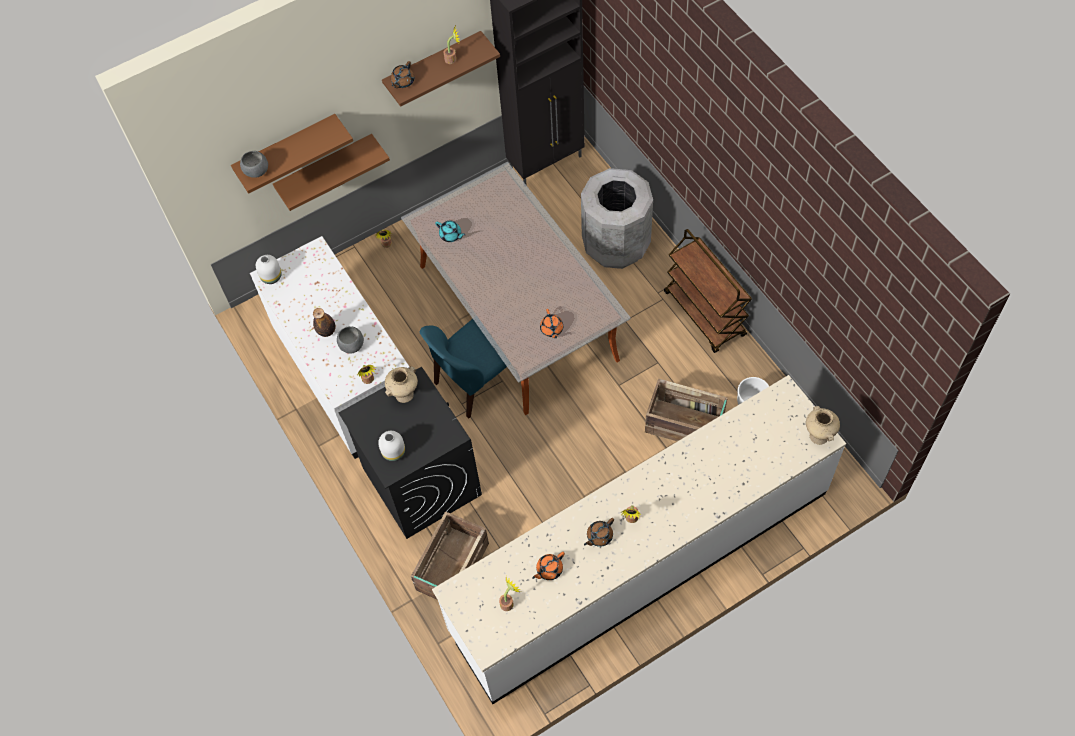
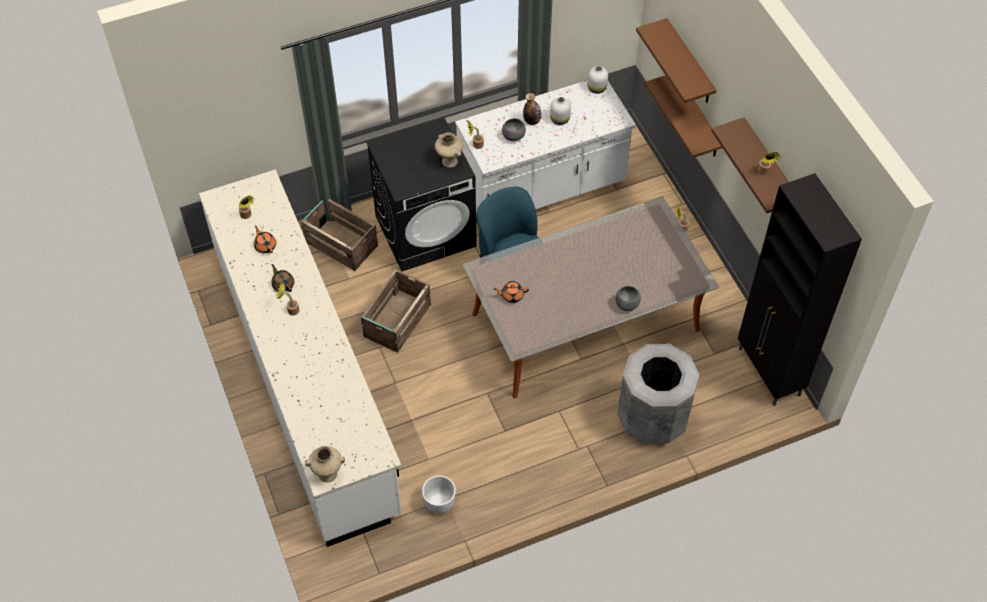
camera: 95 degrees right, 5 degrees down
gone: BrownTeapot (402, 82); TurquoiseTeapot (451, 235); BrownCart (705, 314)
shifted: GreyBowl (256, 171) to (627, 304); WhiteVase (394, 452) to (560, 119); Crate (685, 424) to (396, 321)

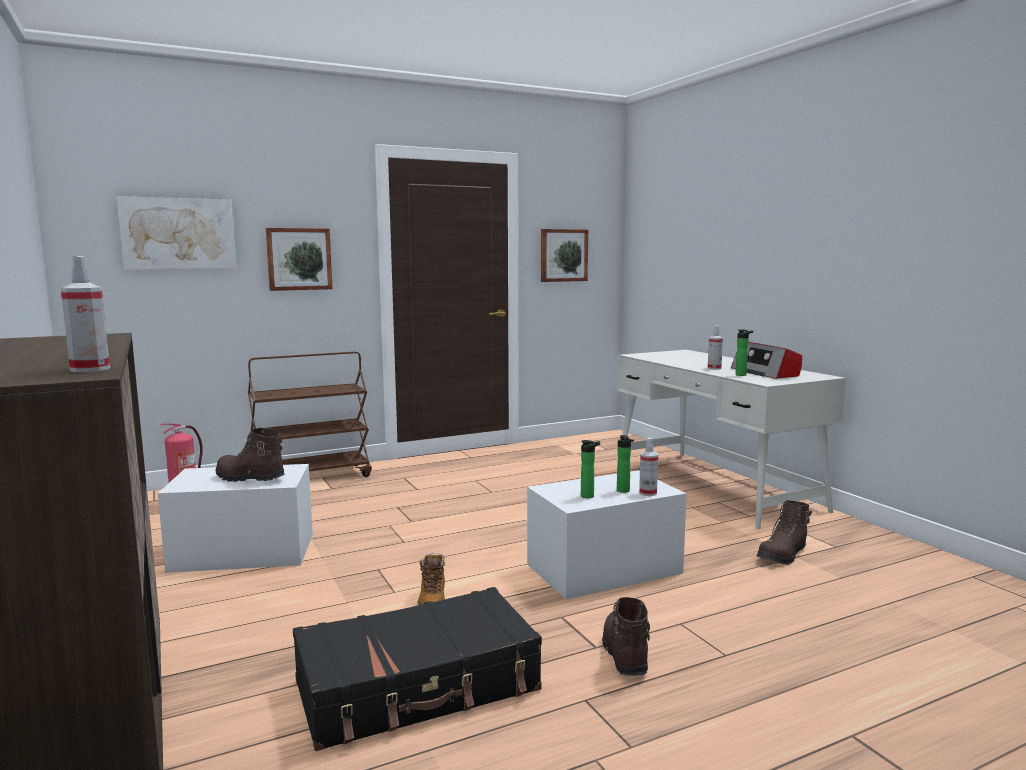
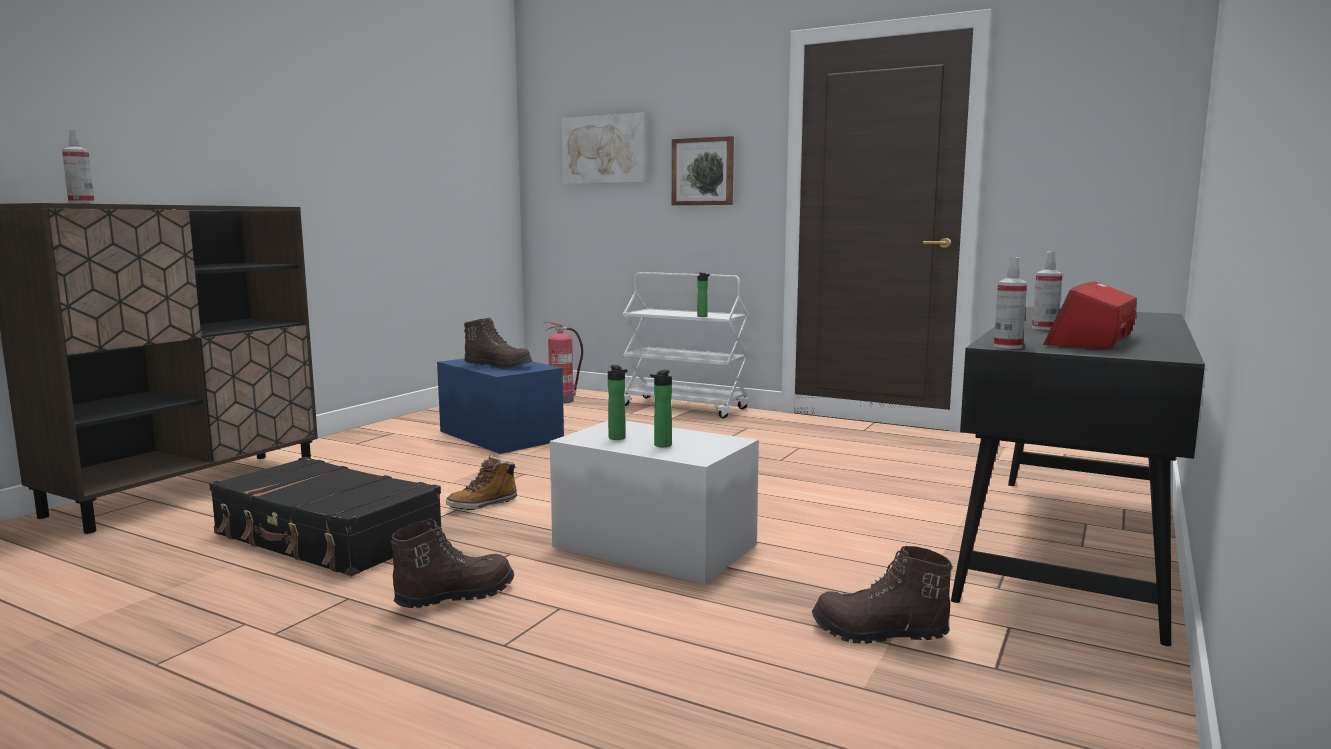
camera: 55 degrees right, 0 degrees up
gone: Picture (563, 255)
shifted: SprayBottle (648, 493) to (1007, 346); Bottle (742, 375) to (703, 316)
repainted: WhiteStorageBox (243, 552) to BlueStorageBox (500, 435); BrownCart (312, 477) to WhiteCart (685, 407); WhiteDesk (714, 486) to BlackDesk (1069, 546)
rotated: BrownBoot (249, 478) = (498, 366) 120 degrees clockwise

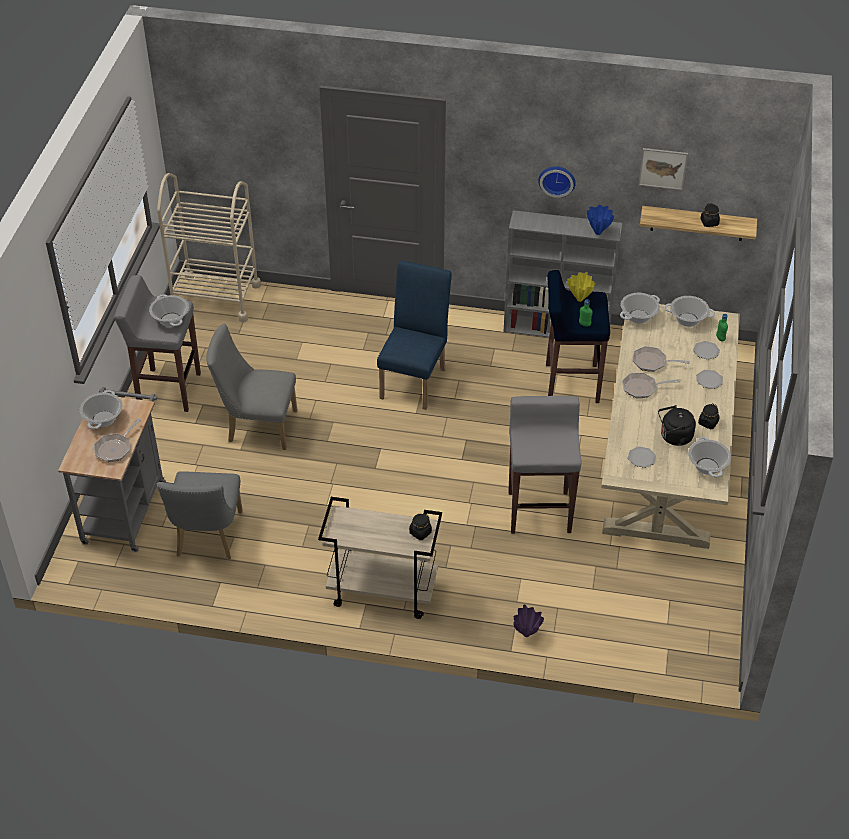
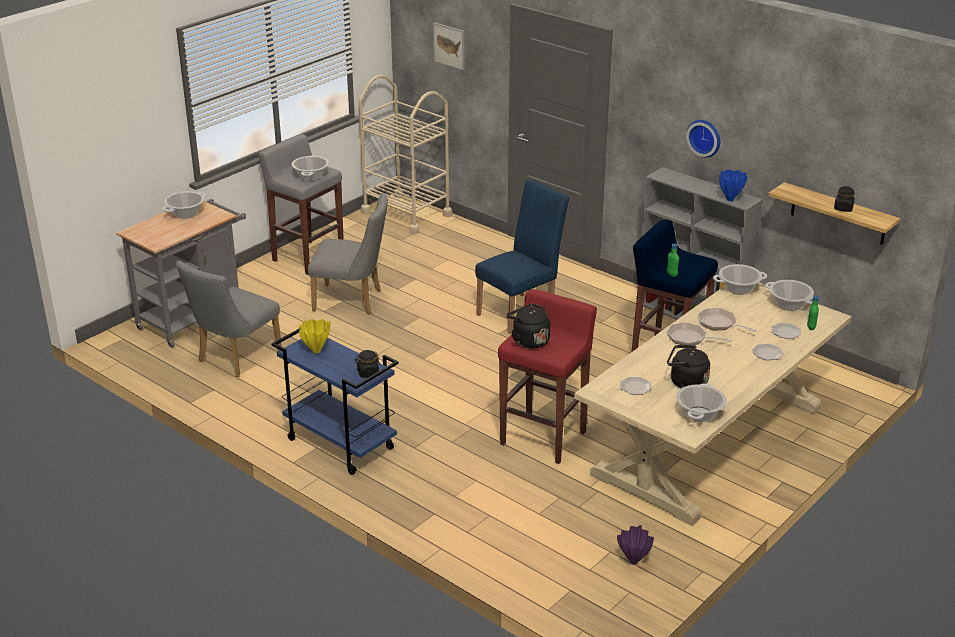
camera: 30 degrees right, 15 degrees down
gone: FryingPan (115, 448); BlackJar (708, 423)
new: BlackKettle (528, 340)
shifted: PurpleVase (526, 635) to (633, 562); YellowVase (579, 300) to (315, 351); Picture (663, 168) to (449, 46)
repainted: BeigeCart (381, 592) to BlueCart (339, 444); GreyStool (539, 511) to RedStool (544, 438)
rotated: GreyChair (257, 426) = (353, 300) 150 degrees clockwise

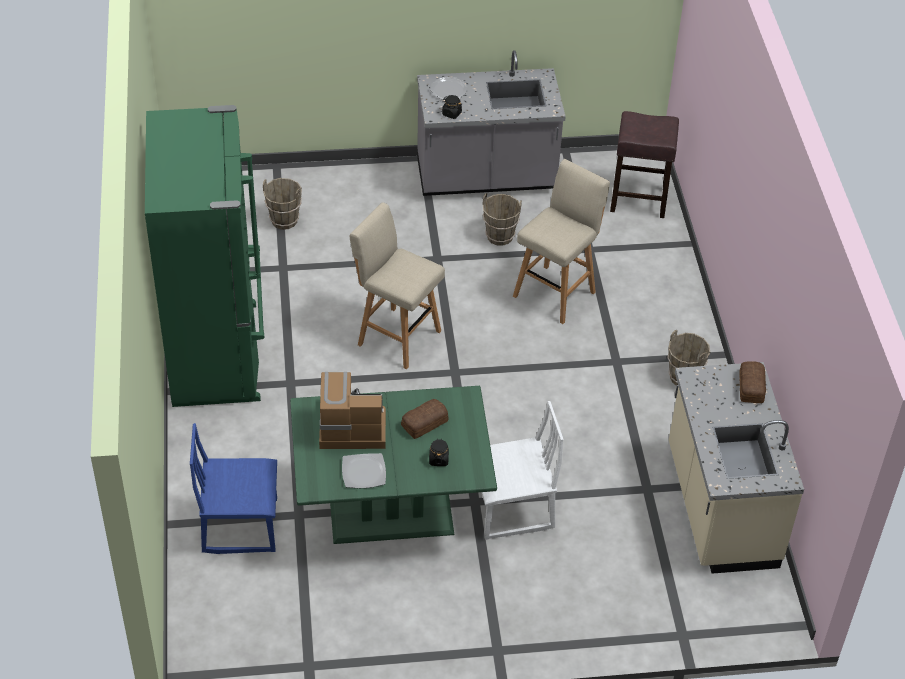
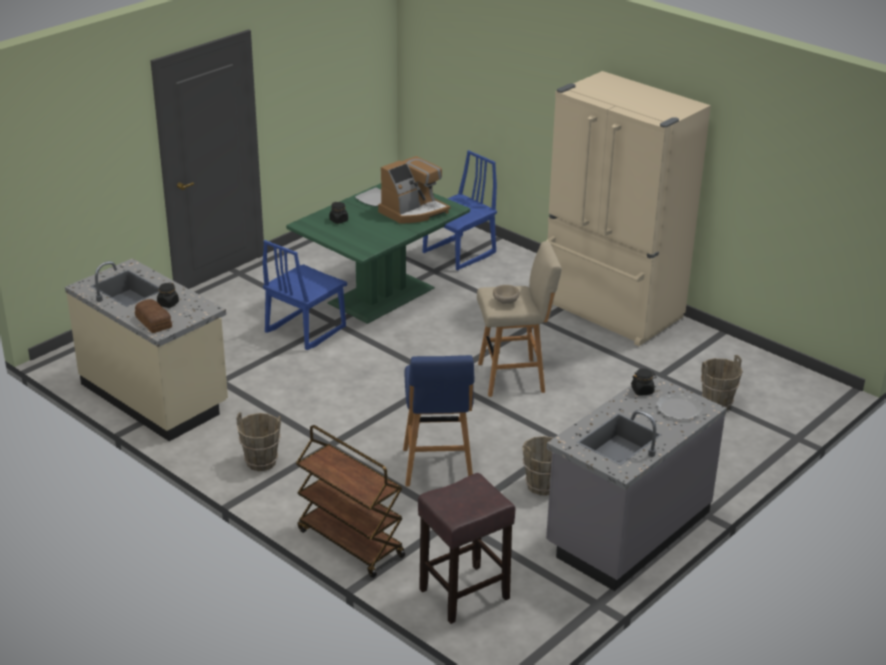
camera: 140 degrees right, 15 degrees down
gone: Bread (423, 423)
new: BlackJar (168, 304); BrownCart (349, 543); BeigeBowl (505, 302)
repainted: GreenFridge (218, 353) to BeigeFridge (611, 312); WhiteChair (512, 509) to BlueChair (305, 330); BeigeStool (556, 292) to BlueStool (437, 468)

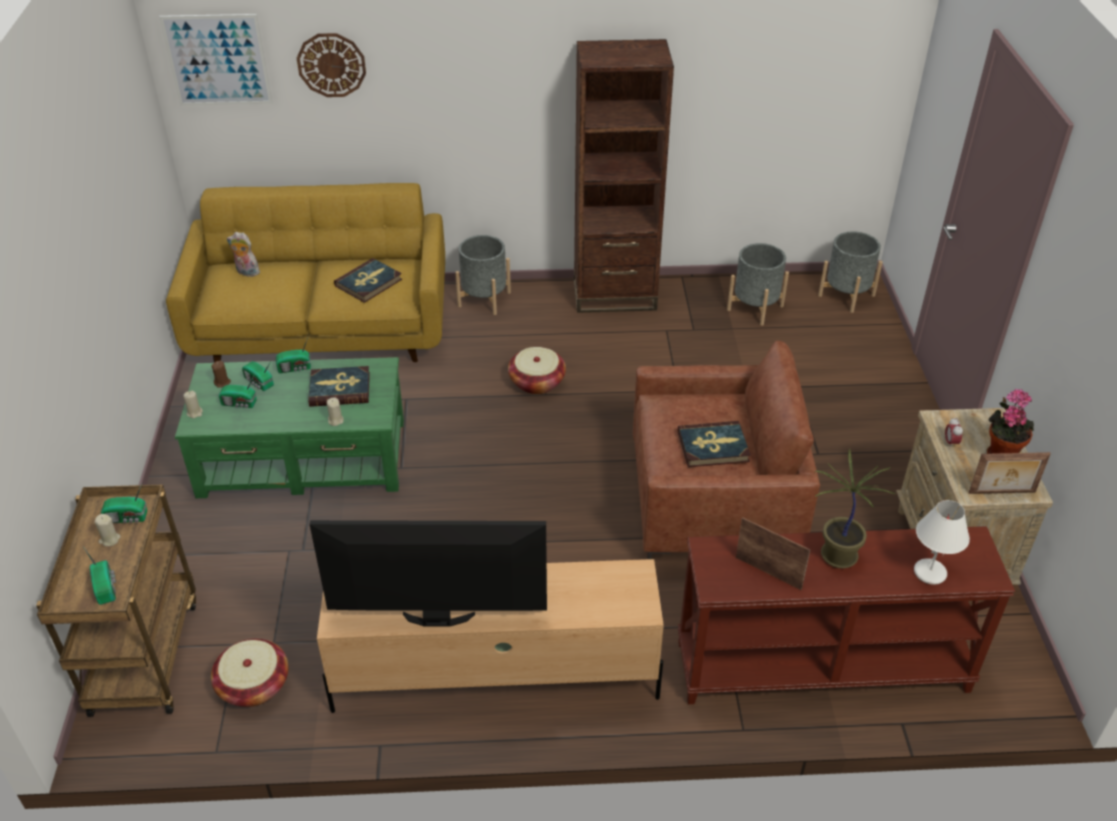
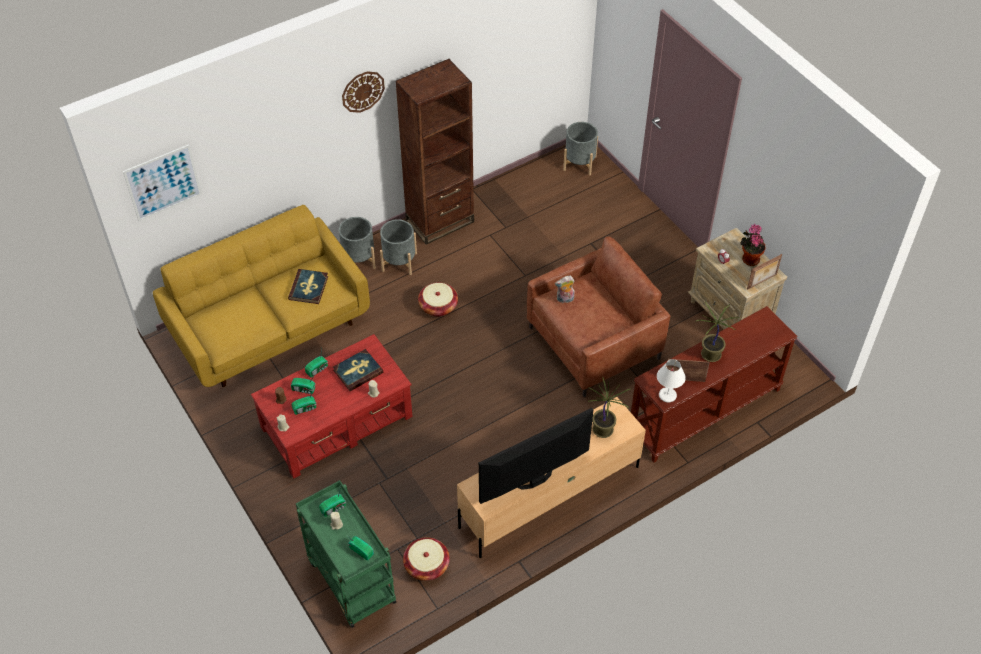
camera: 30 degrees left, 10 degrees up
gone: Book (713, 447)
new: PottedPlant (603, 430)
shifted: PlushToy (246, 272) to (565, 299); WallClock (331, 65) to (362, 91); GreyPlanter (755, 308) to (399, 262); WhiteTableLamp (929, 572) to (667, 395)
repainted: BrownCart (144, 654) to GreenCart (350, 580); GreenCoffeeTable (304, 458) to RedCoffeeTable (337, 422)

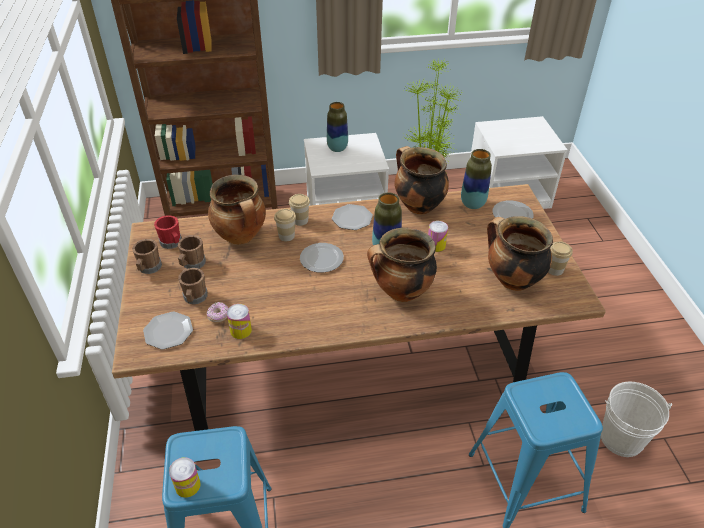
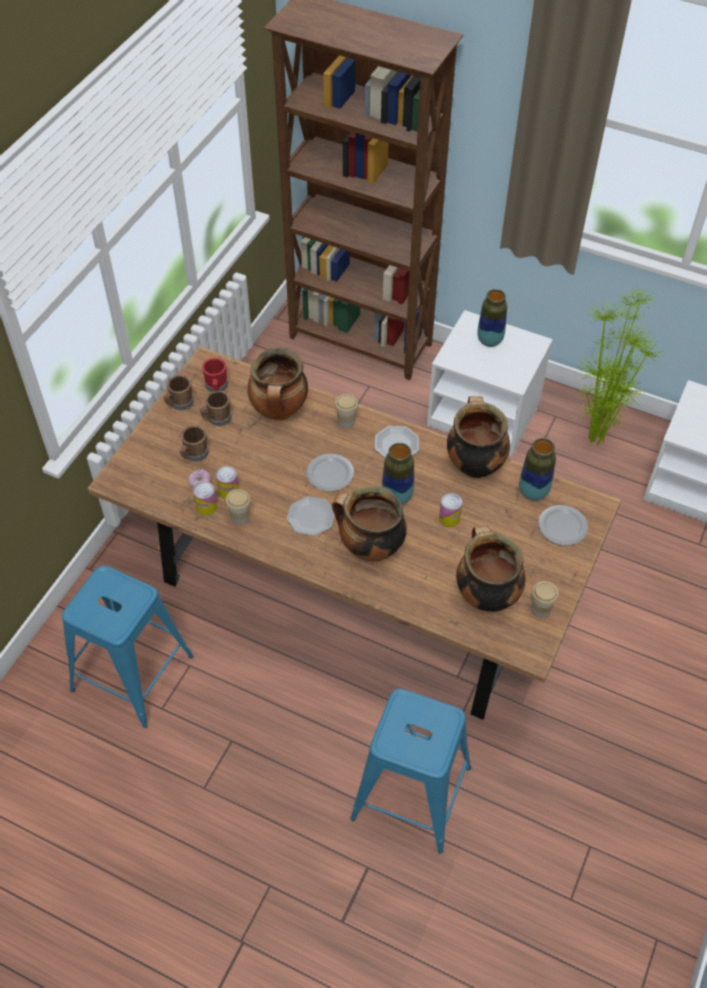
camera: 35 degrees right, 10 degrees up
gone: WhiteBucket (621, 438)
shifted: Plate (168, 332) to (310, 517); Can (187, 485) to (228, 491); Cup (286, 236) to (240, 517)

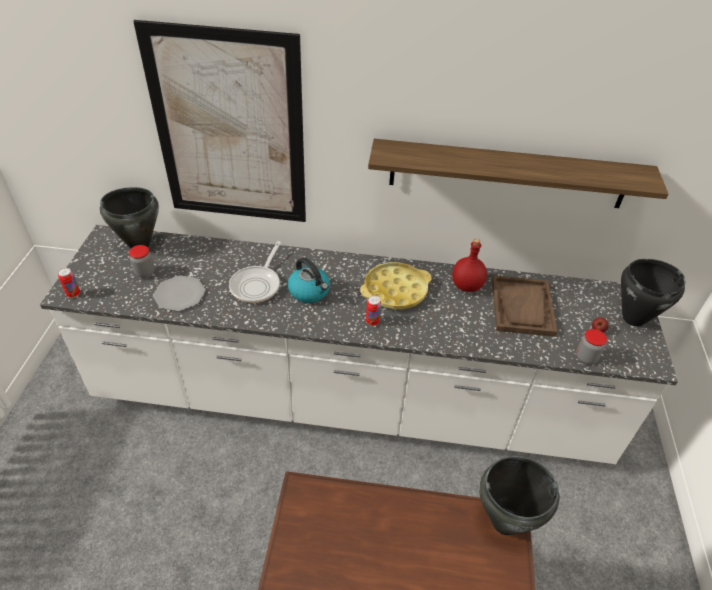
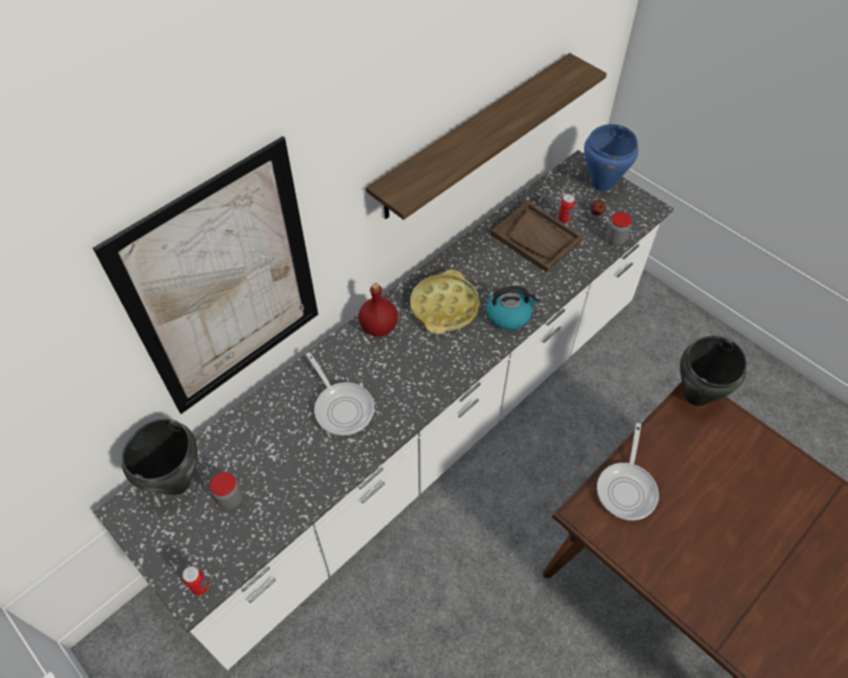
camera: 50 degrees left, 10 degrees up
gone: Plate (179, 294)
new: FryingPan (627, 488)
shifted: Kettle (310, 291) to (509, 315); Can (372, 321) to (564, 219); RedBottle (466, 285) to (378, 327)
repainted: BlackCookingPot (633, 318) to BlueCookingPot (601, 184)

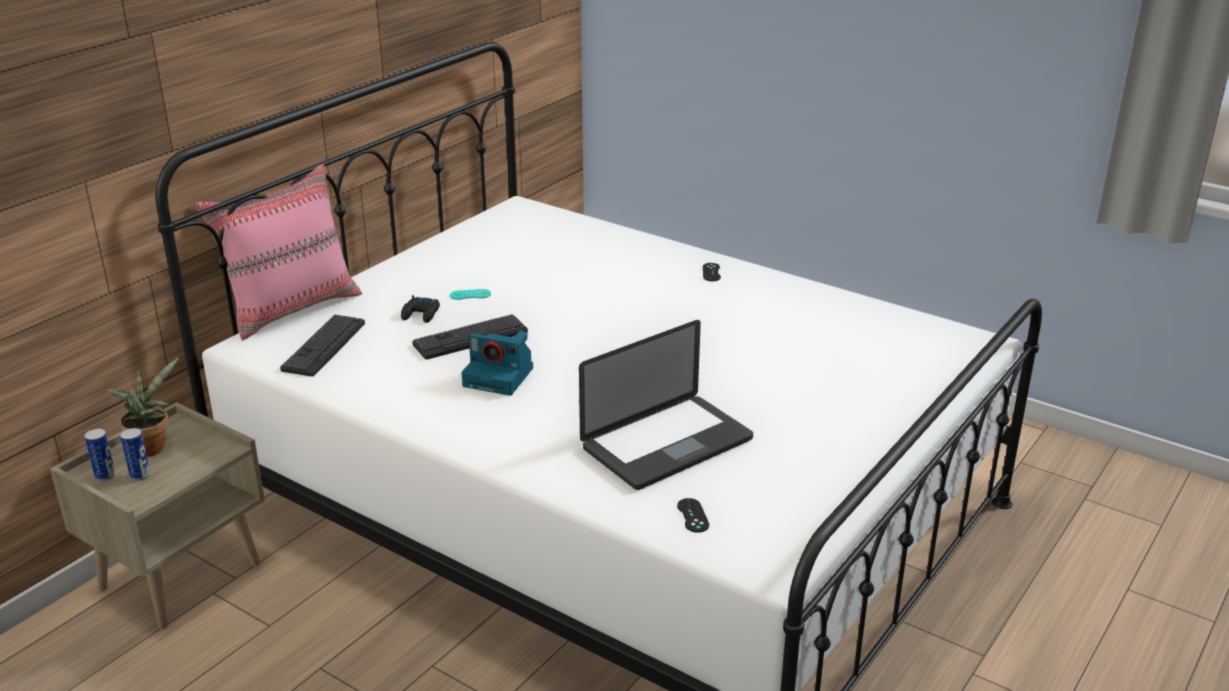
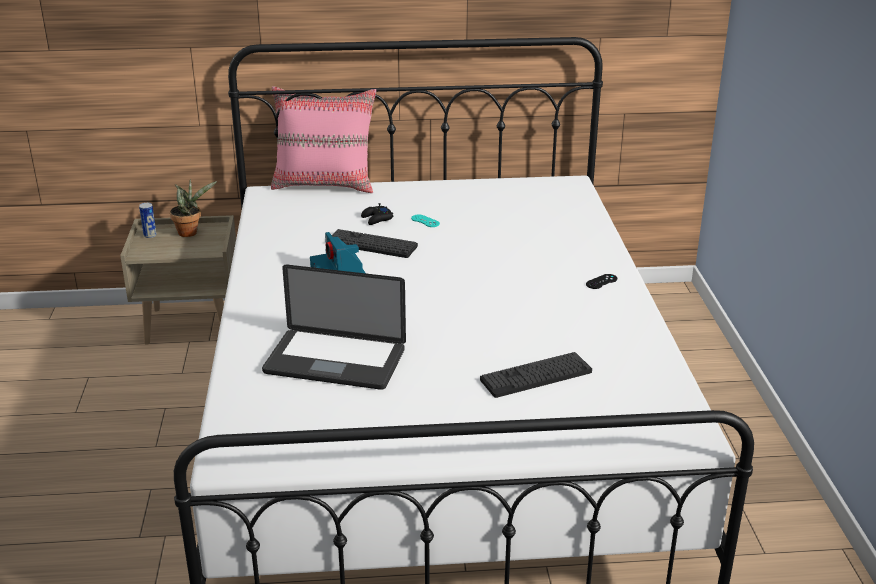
camera: 50 degrees right, 0 degrees up
gone: Can (140, 475); BlackGameController (693, 515)
shifted: Keyboard (324, 346) to (536, 376)

